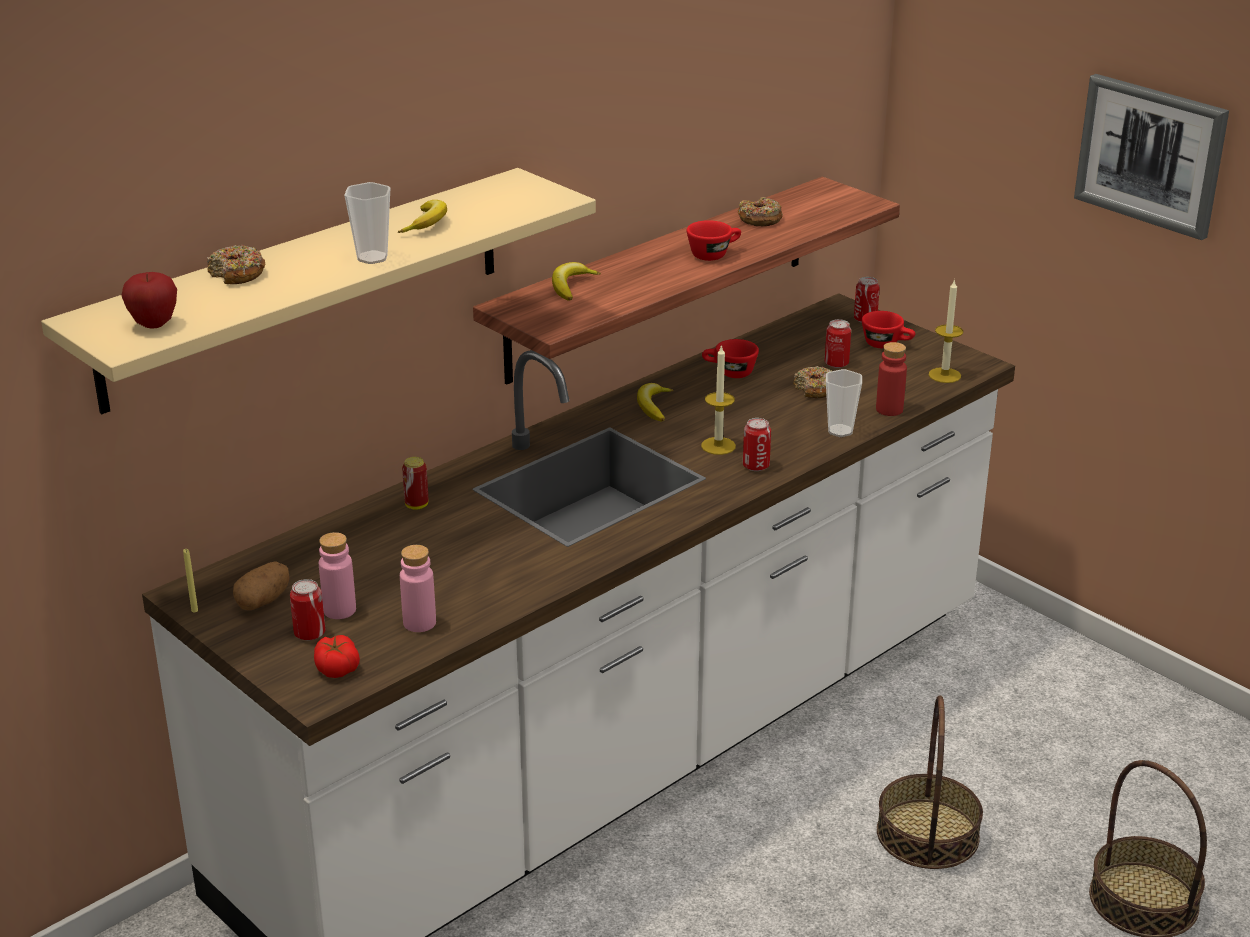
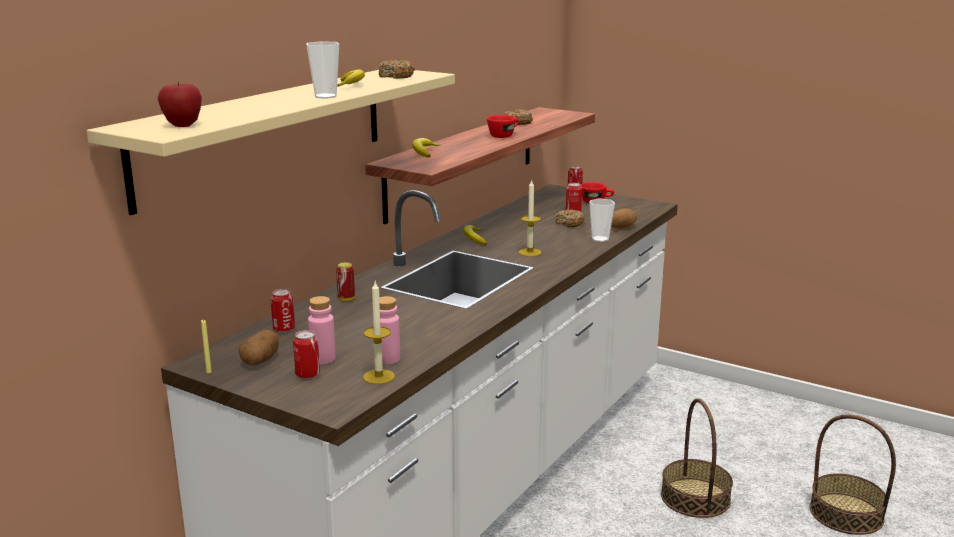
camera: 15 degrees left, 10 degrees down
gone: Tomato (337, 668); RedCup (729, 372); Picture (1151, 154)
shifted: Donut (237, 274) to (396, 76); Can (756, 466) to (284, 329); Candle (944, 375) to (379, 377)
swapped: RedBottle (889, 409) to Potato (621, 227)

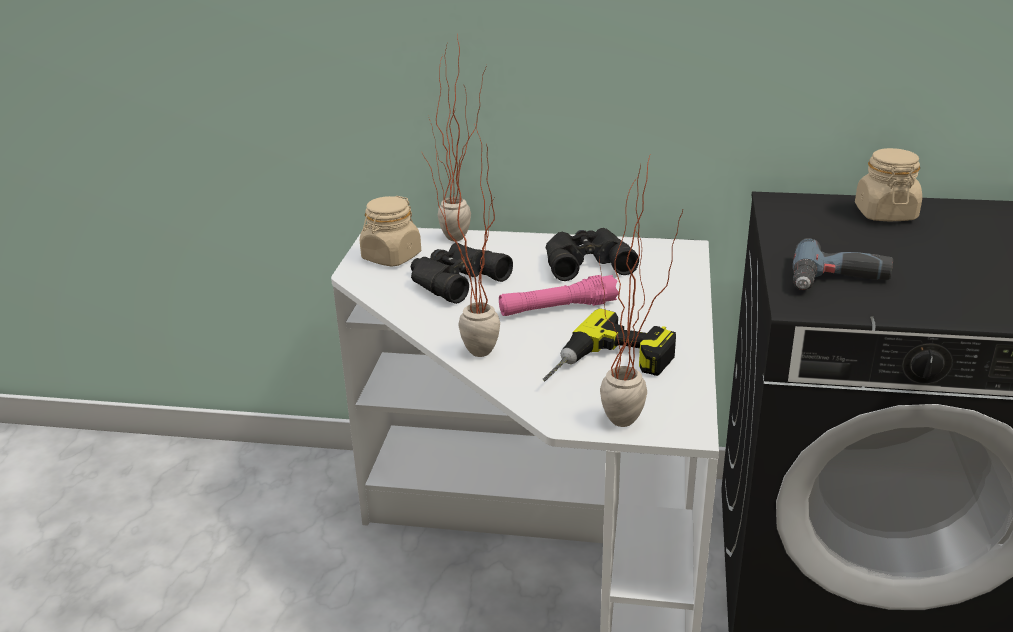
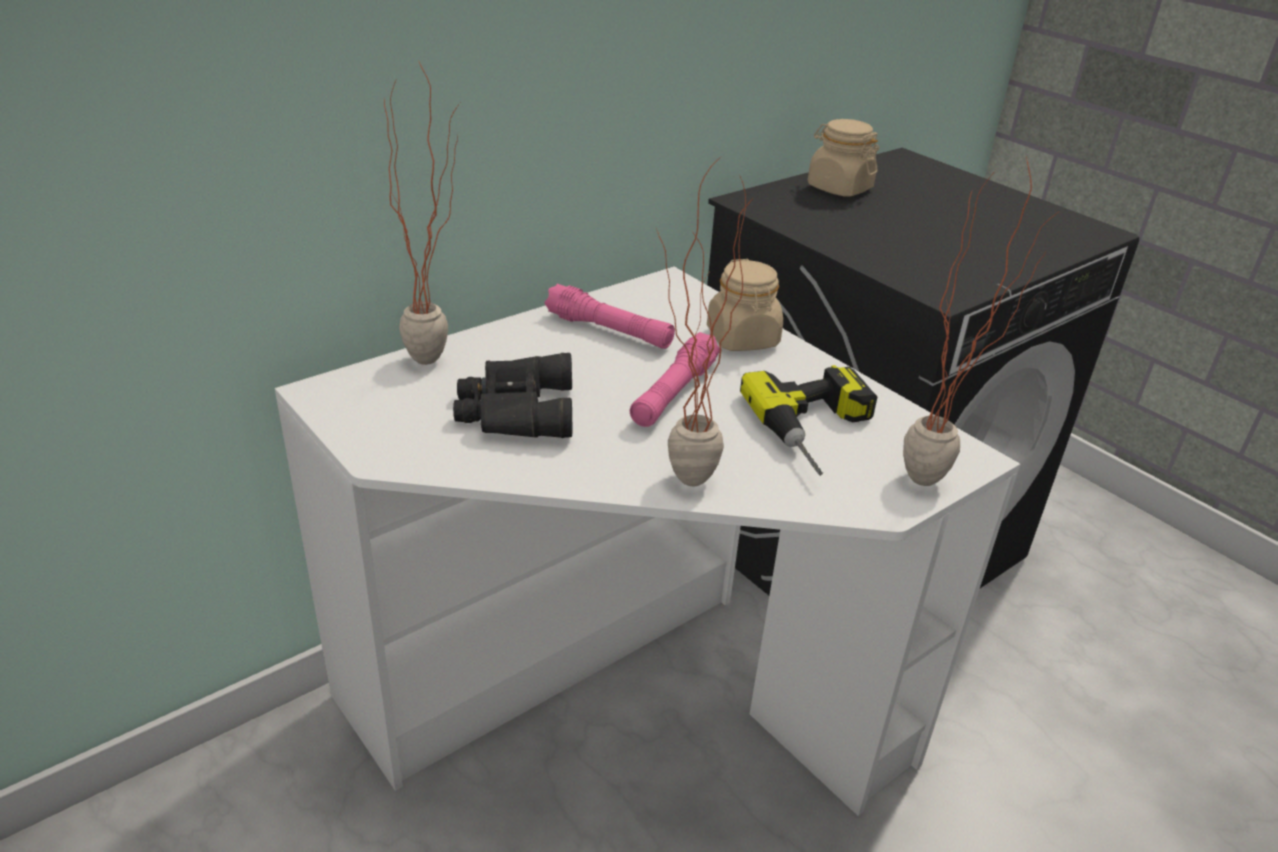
camera: 50 degrees left, 5 degrees up
gone: PowerDrill (839, 281)
shifted: BeigeJar (391, 257) to (742, 338)
swapped: BlackBinoculars (585, 261) to PinkFlashlight (609, 331)

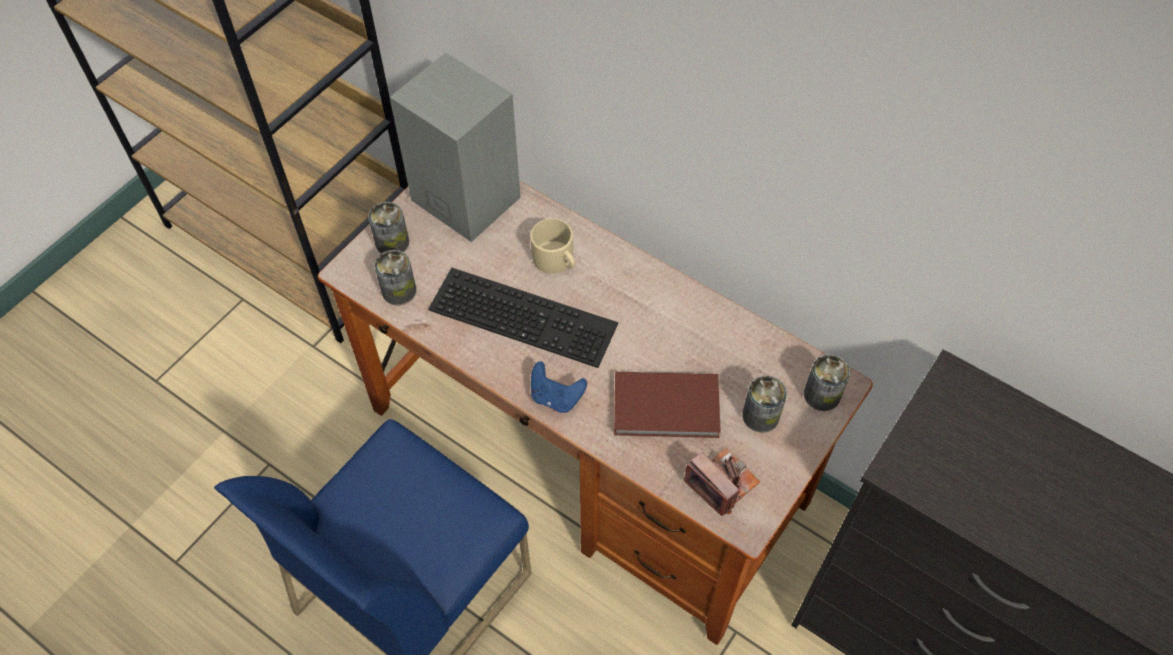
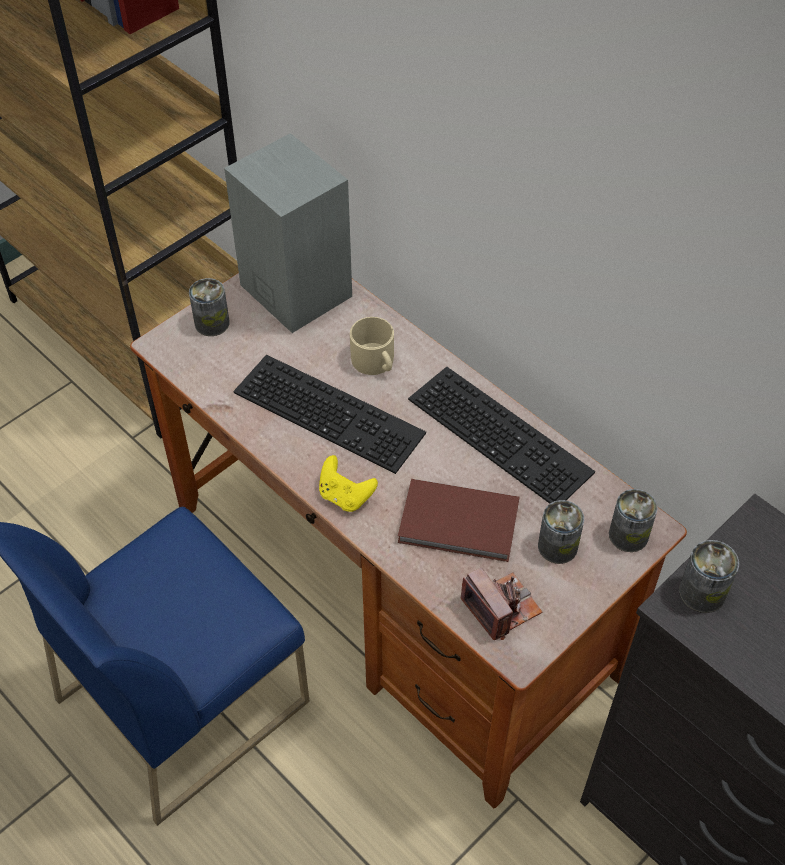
camera: 10 degrees right, 5 degrees down
new: Keyboard (503, 434)
shifted: Can (399, 291) to (702, 592)
repainted: BlueGameController (556, 397) to YellowGameController (345, 496)

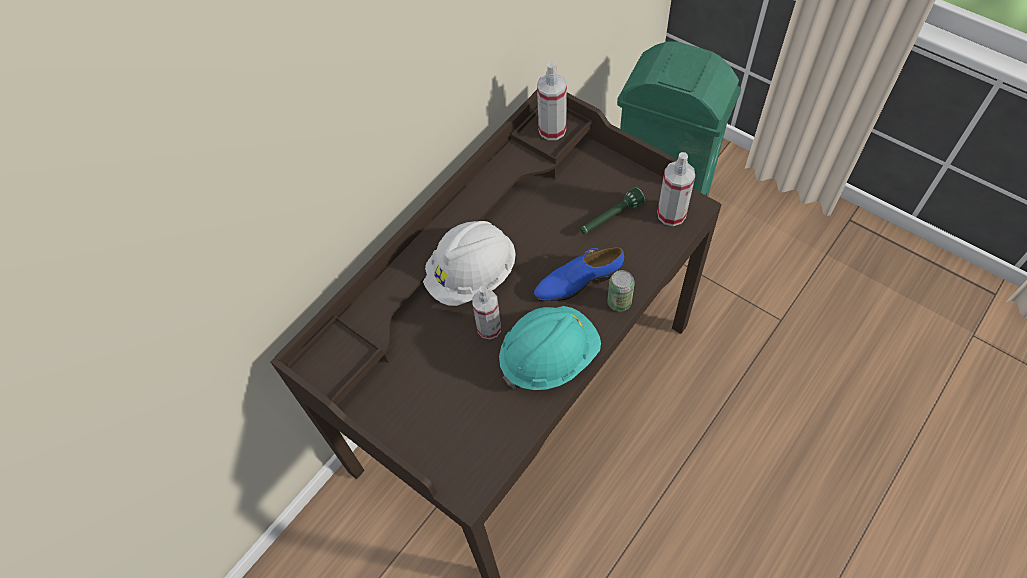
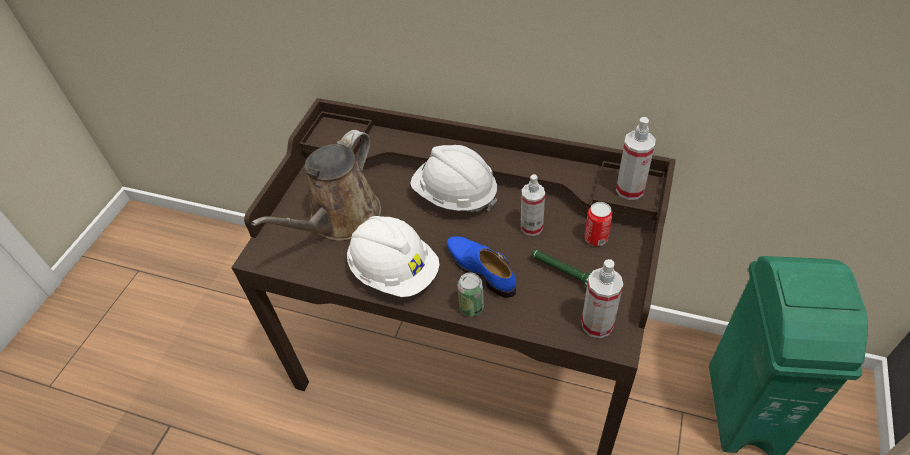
camera: 70 degrees right, 10 degrees down
new: BrownWateringCan (340, 219); Can (596, 238)
shifted: SprayBottle (489, 328) to (531, 227)
repainted: TurquoiseHardHat (549, 357) to WhiteHardHat (394, 271)

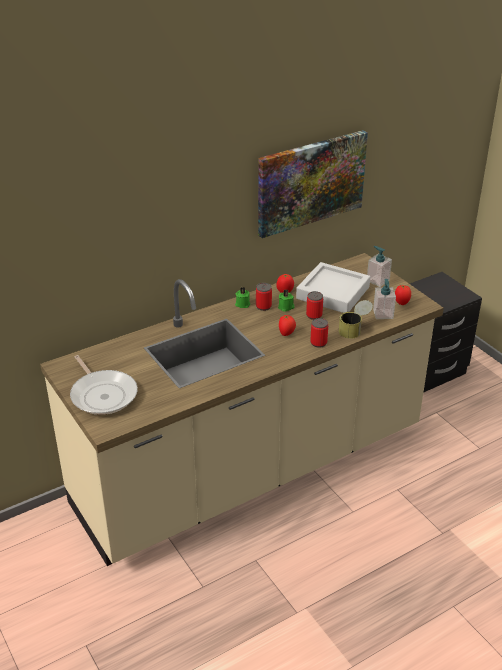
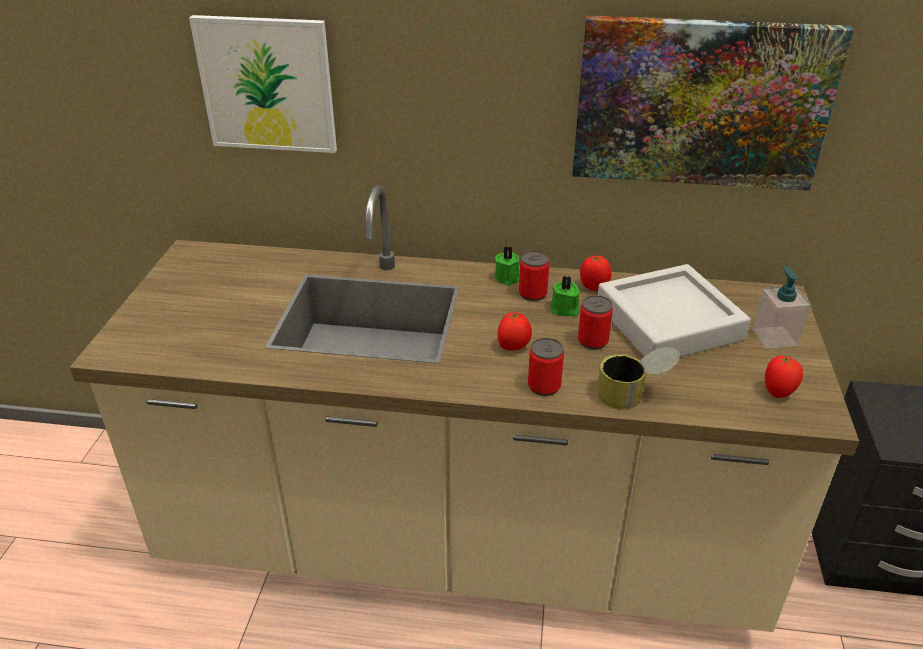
camera: 40 degrees right, 0 degrees up
gone: FryingPan (103, 394); SoapDispenser (383, 314)
new: Picture (267, 84)

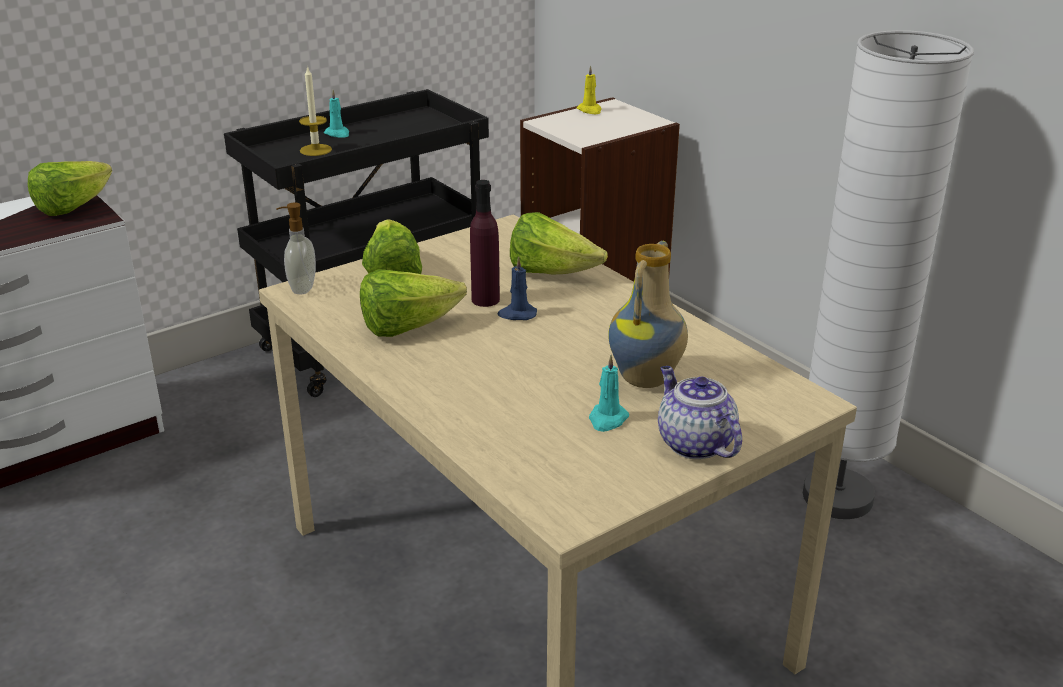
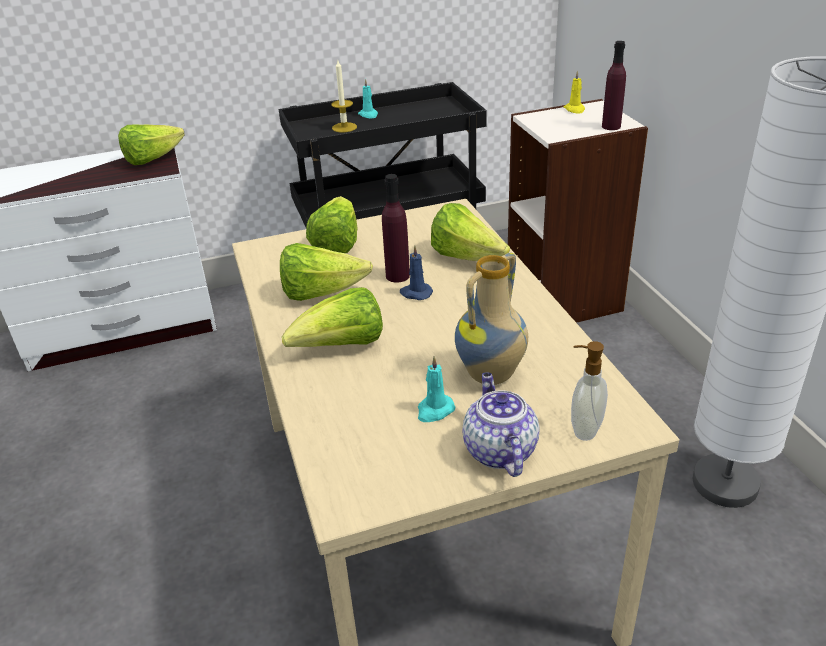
camera: 20 degrees right, 5 degrees up
new: Lettuce (342, 347); PurpleBottle (611, 126)
shifted: SoapDispenser (301, 288) to (584, 428)

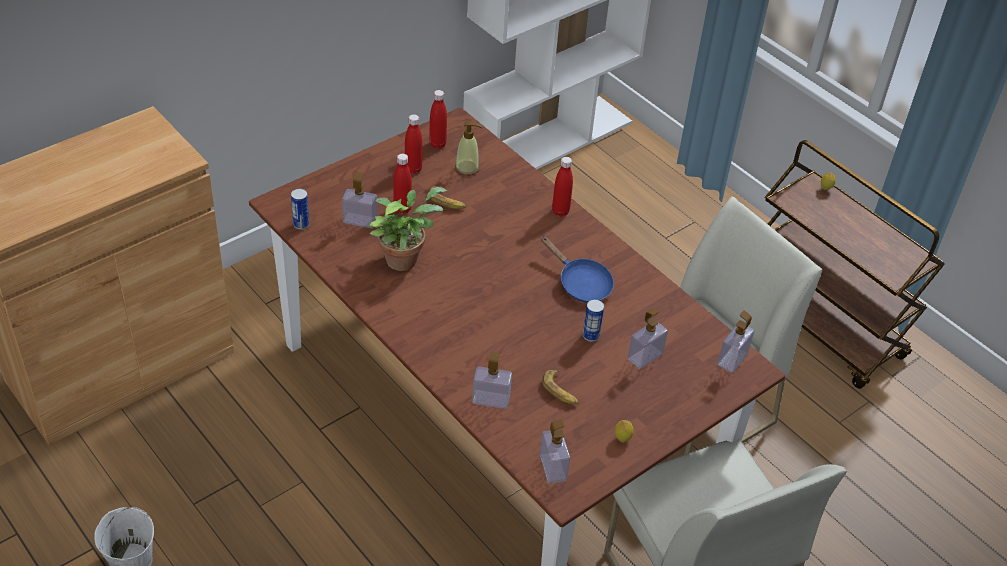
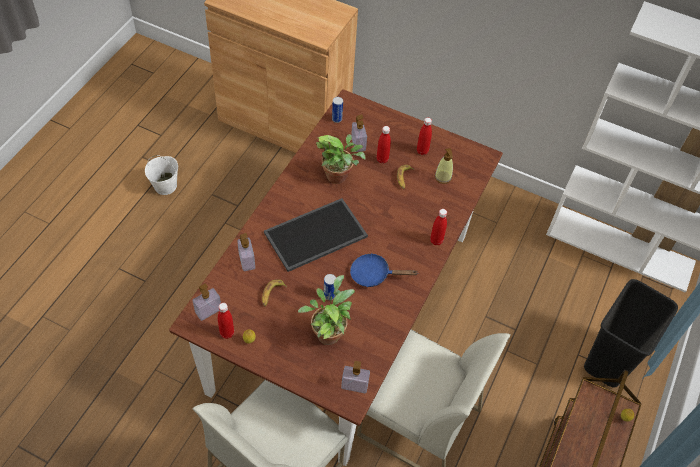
camera: 65 degrees right, 10 degrees up
new: Tray (315, 236); BlackTrashCan (610, 361)
shifted: RedBottle (437, 144) to (227, 333)
swapped: SoapDispenser (645, 356) to PottedPlant (328, 331)
rotated: BlueFryingPan (580, 283) = (374, 274) 75 degrees clockwise

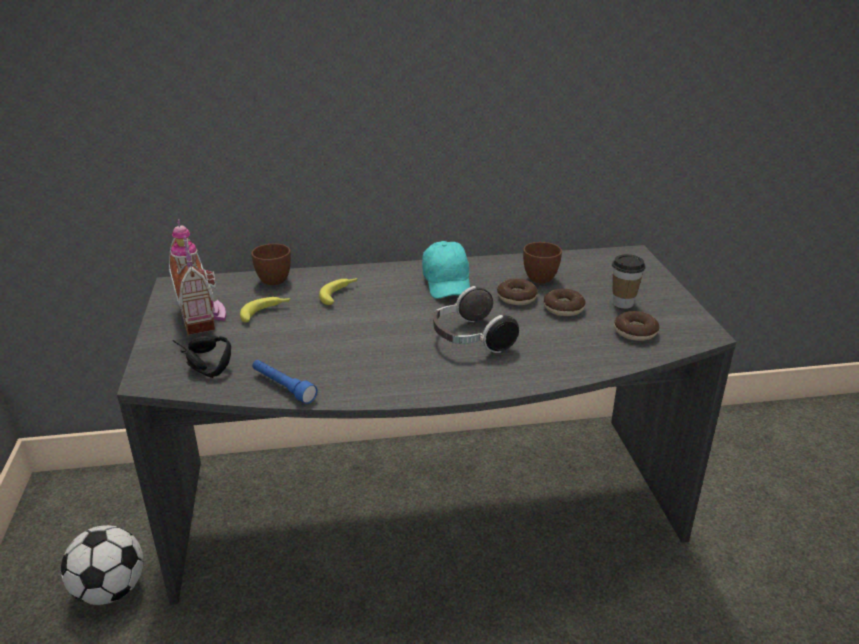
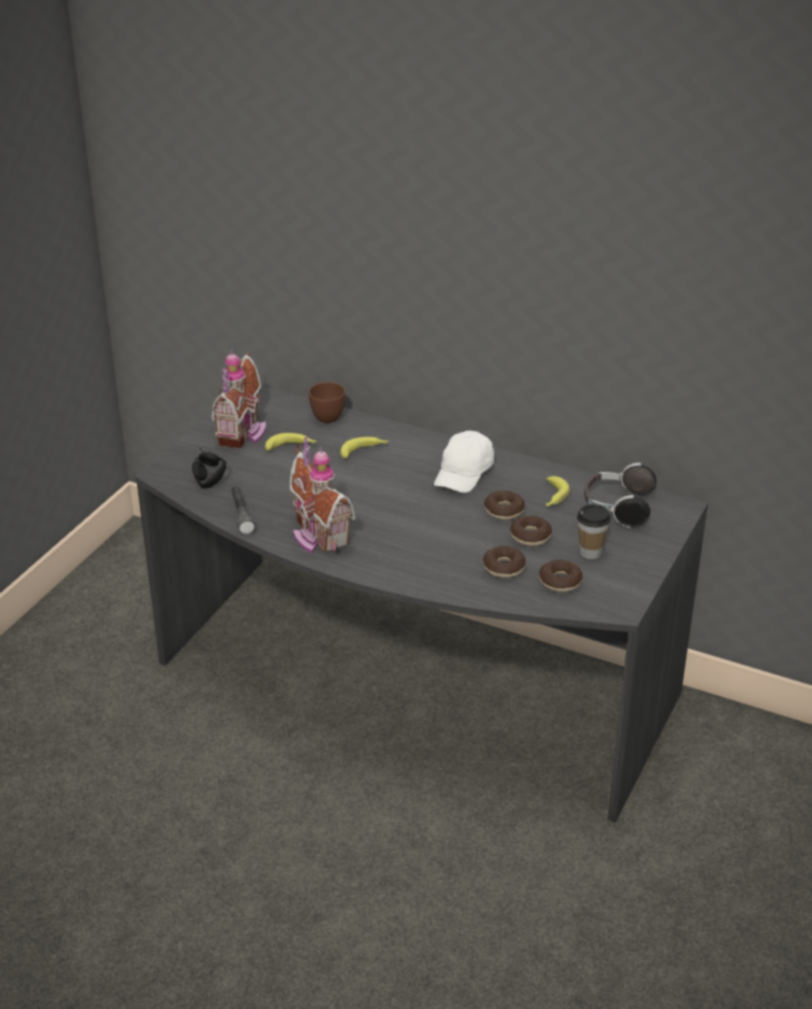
camera: 35 degrees right, 5 degrees up
gone: Football (110, 590)
new: ToyHouse (317, 536); Donut (504, 568)
shifted: Headphones (470, 339) to (617, 508)
swapped: BrownCup (538, 276) to Banana (553, 497)
repainted: BlueFlashlight (283, 387) to GreyFlashlight (241, 515); TurquoiseCap (447, 283) to WhiteCap (464, 473)

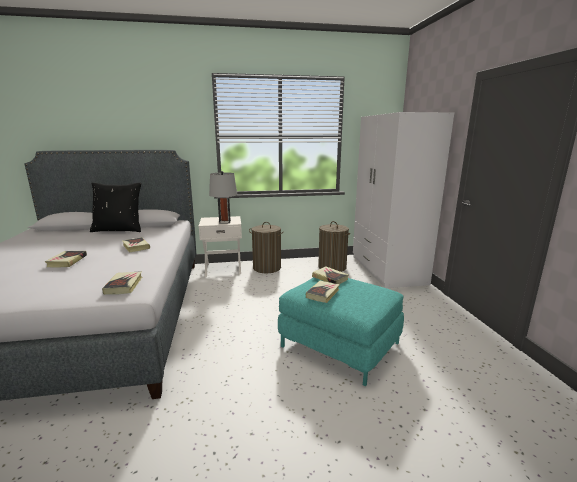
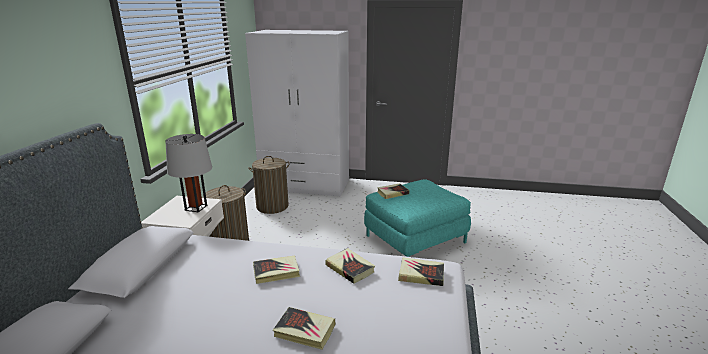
camera: 70 degrees left, 5 degrees up
gone: BlackPillow (119, 229)
shifted: Book (323, 293) to (350, 268)

